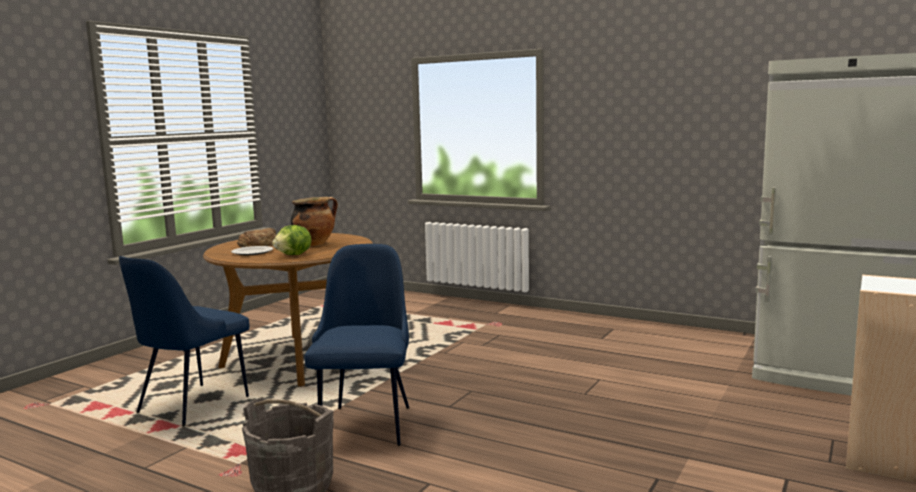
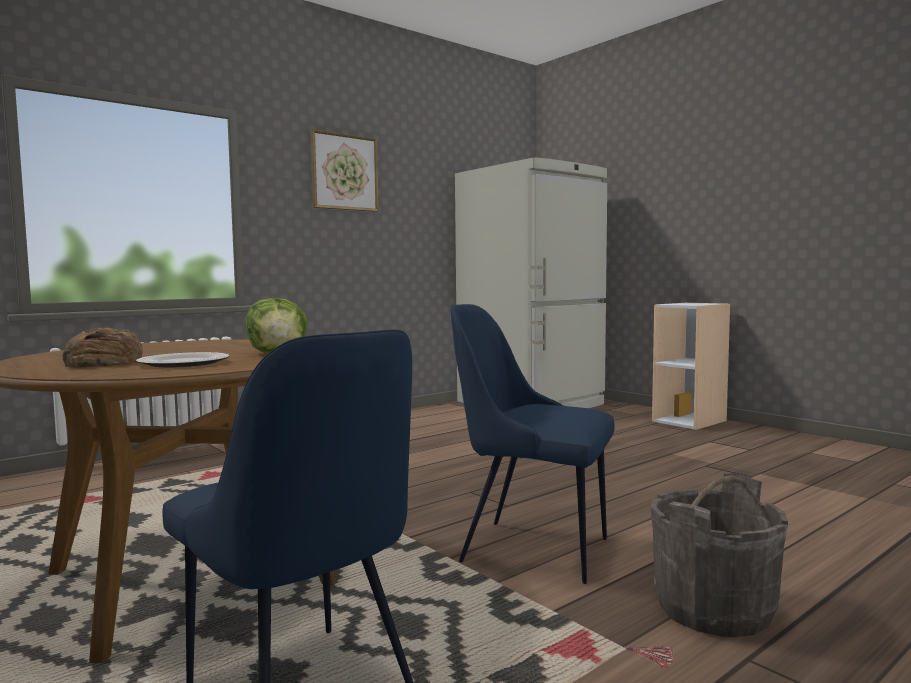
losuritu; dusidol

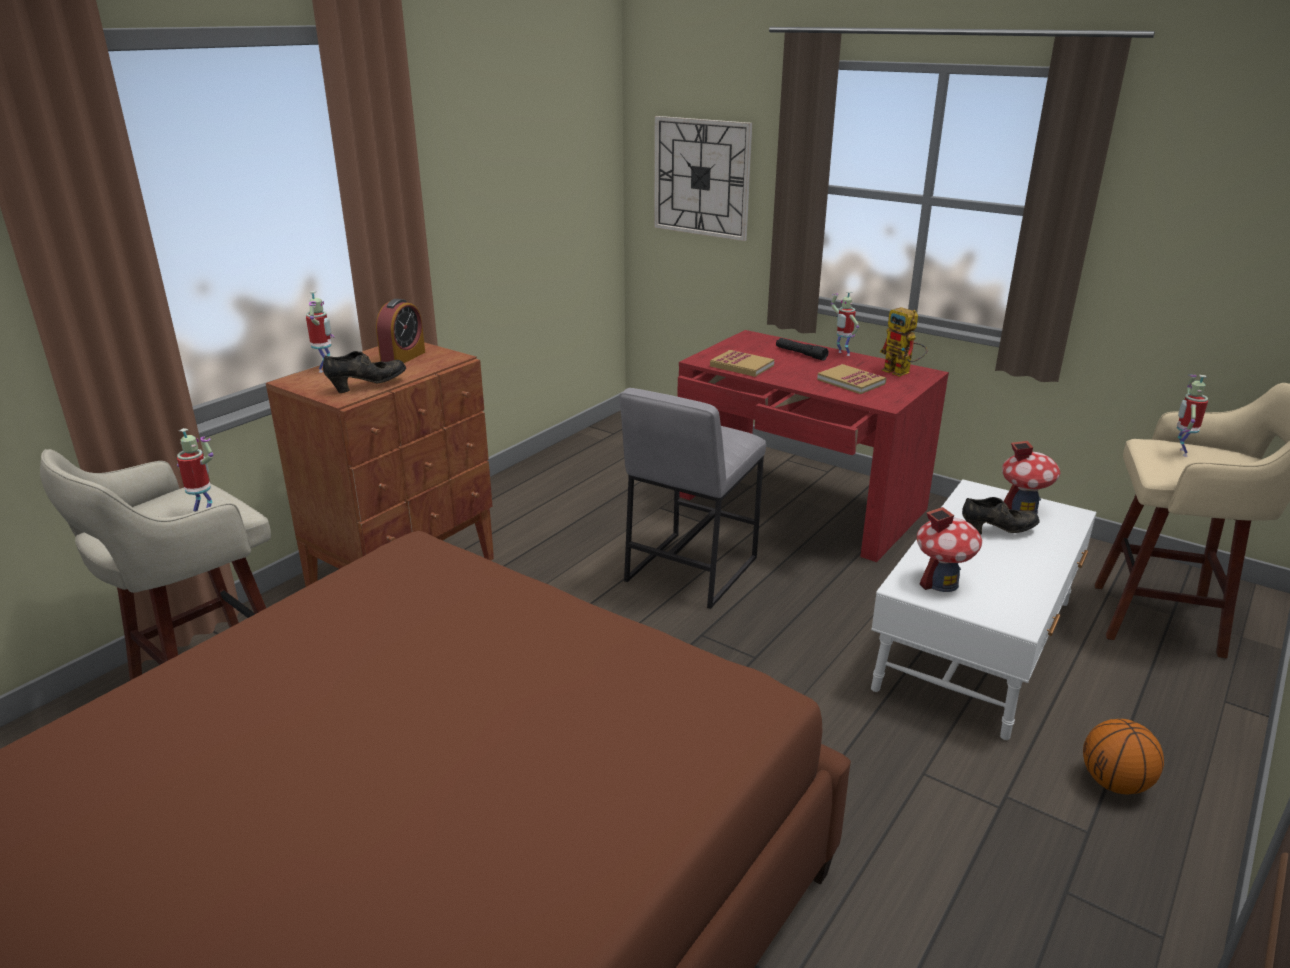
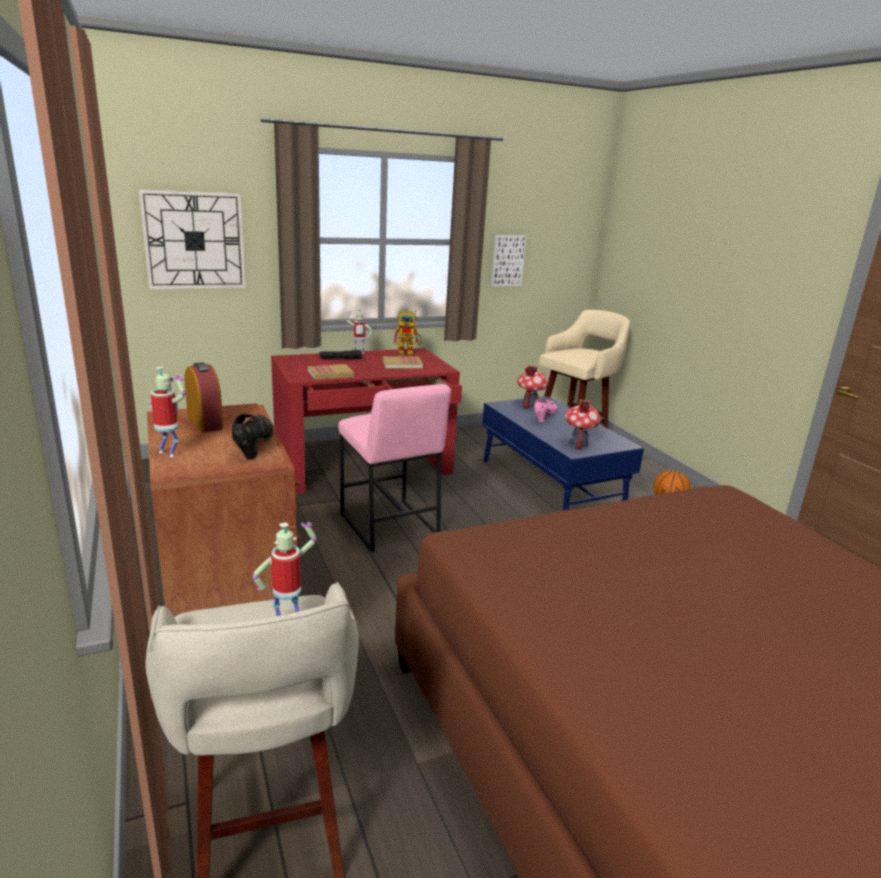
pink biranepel; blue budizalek; losuritu; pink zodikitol; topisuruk (5th from left in the first image)

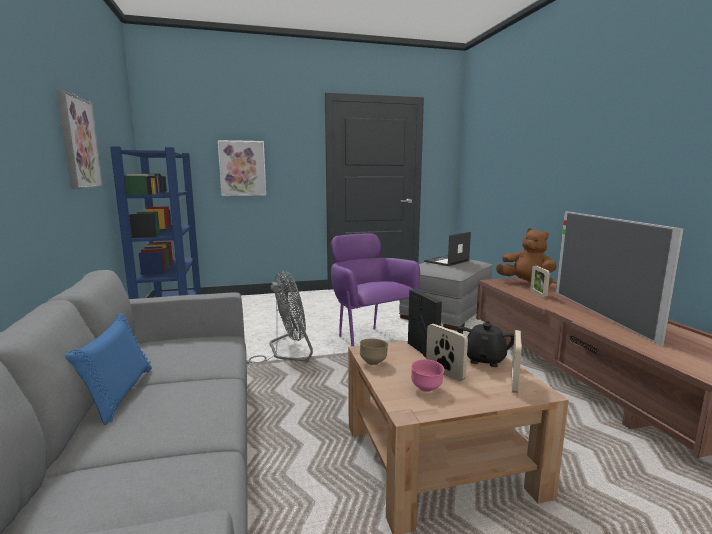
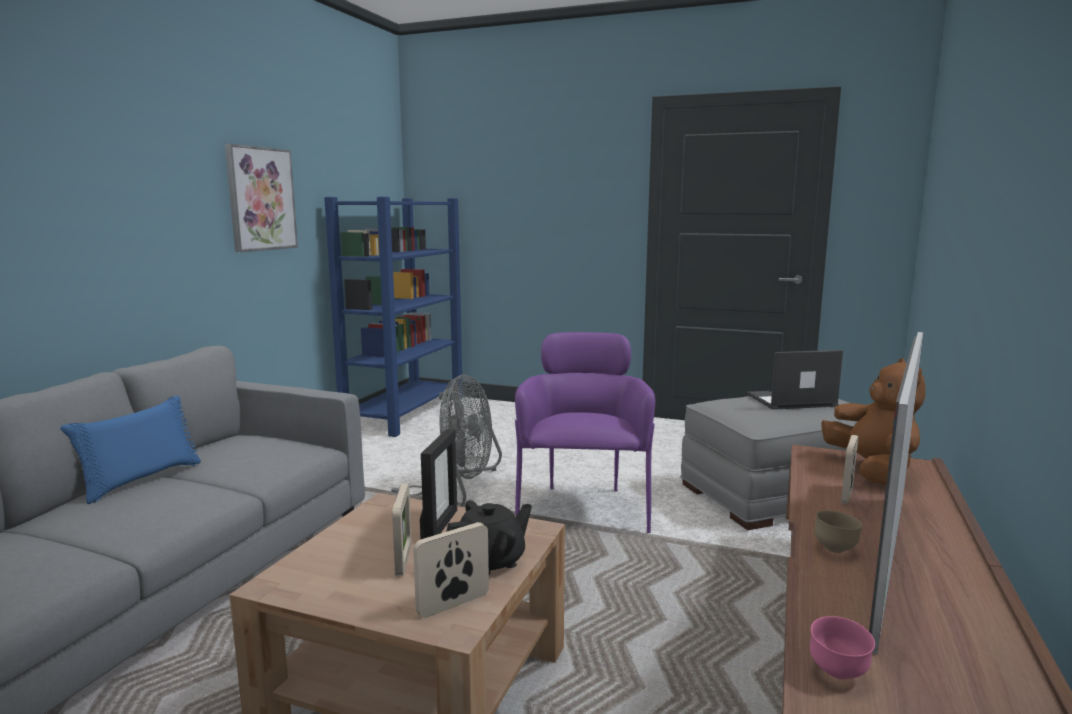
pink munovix; brown munovix; losuritu (2nd from left in the first image)

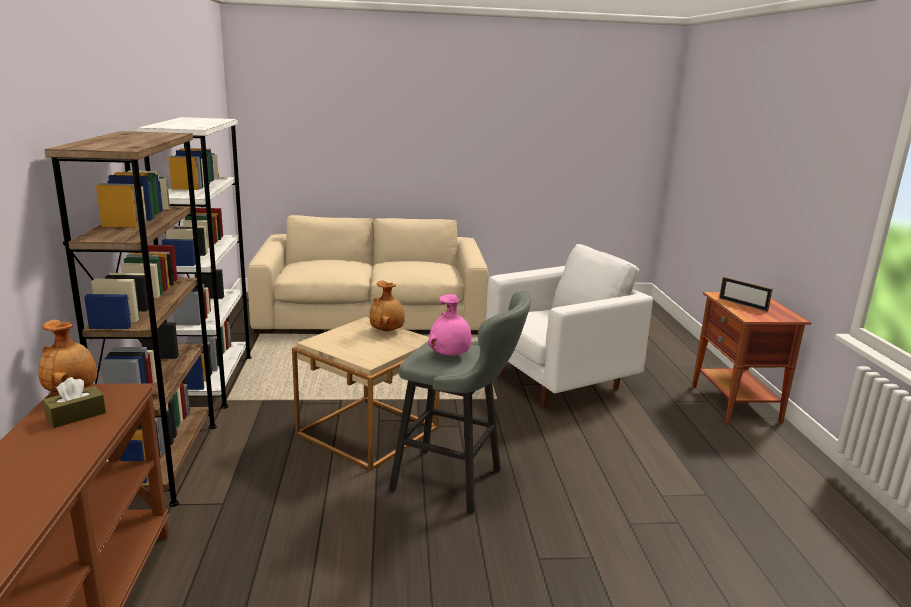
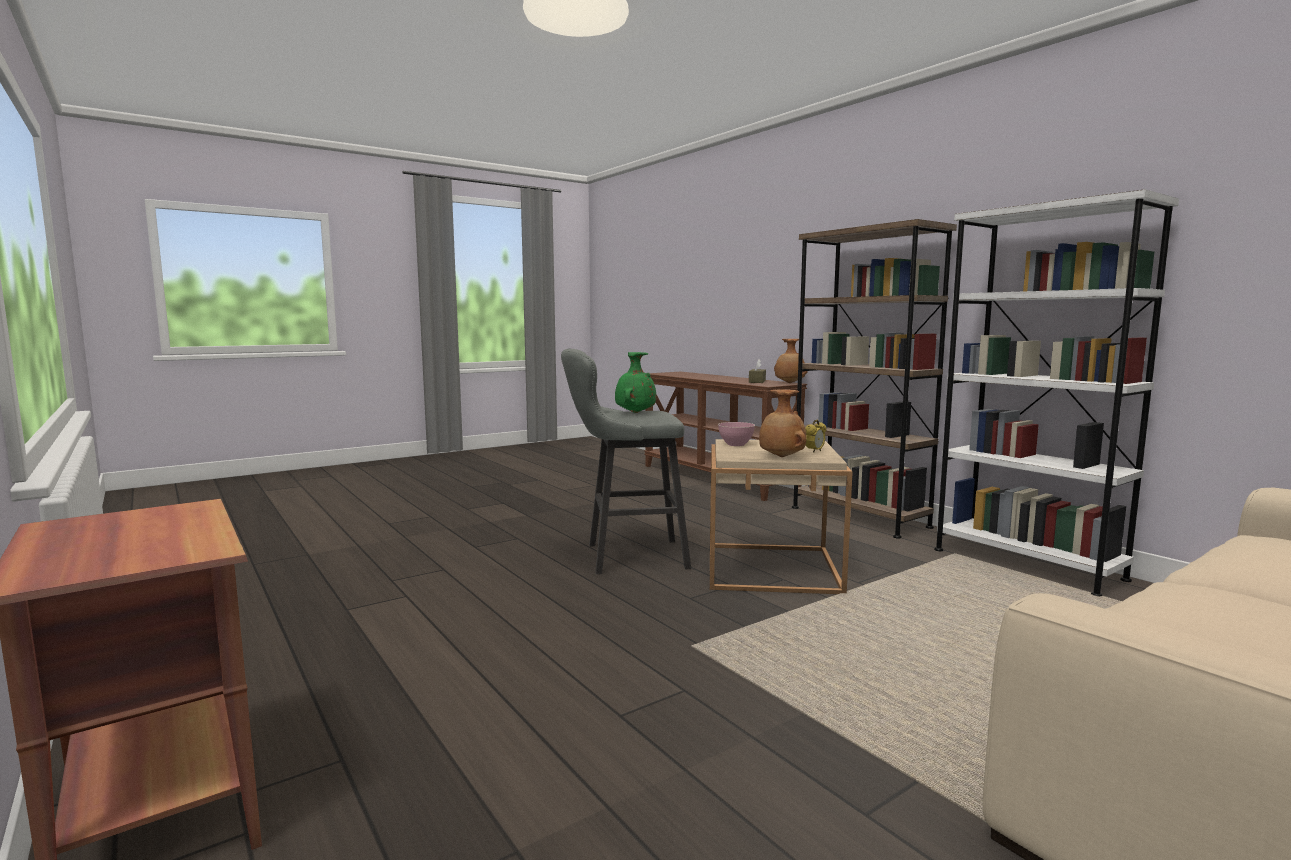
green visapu; pink munovix; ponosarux; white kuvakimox; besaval

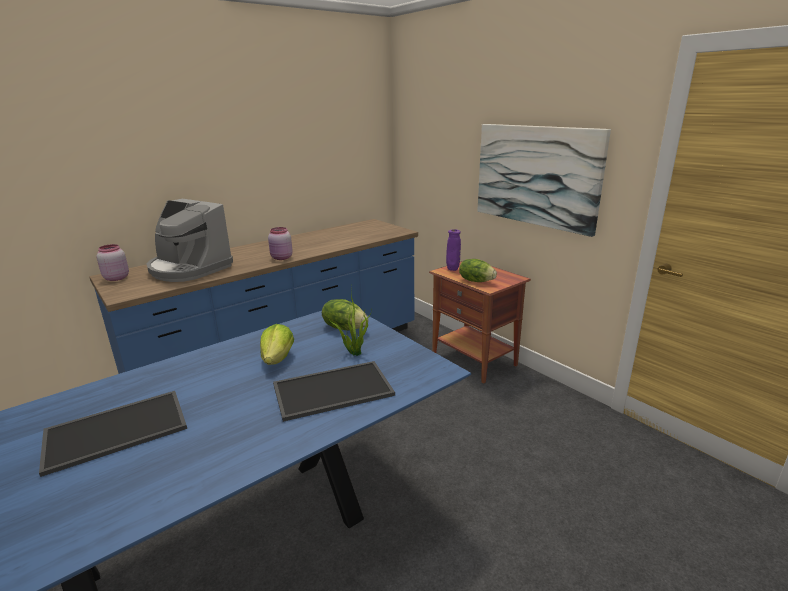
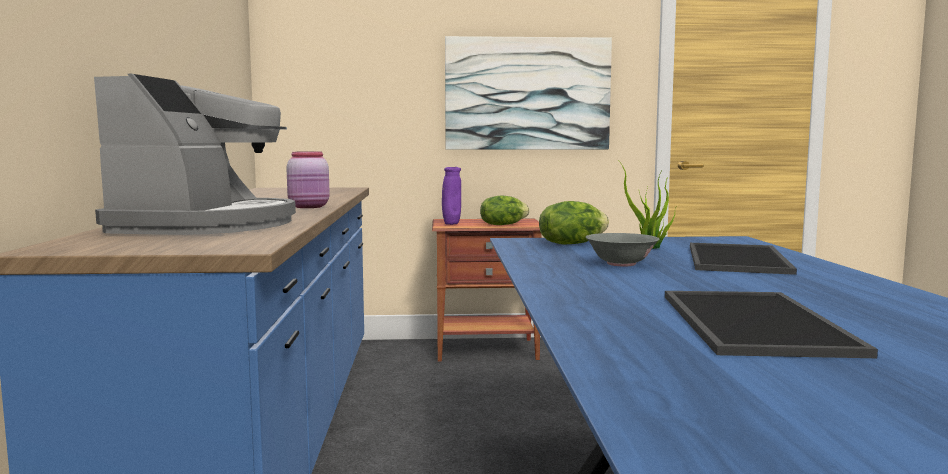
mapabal; grey munovix; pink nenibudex (1st from left in the first image)

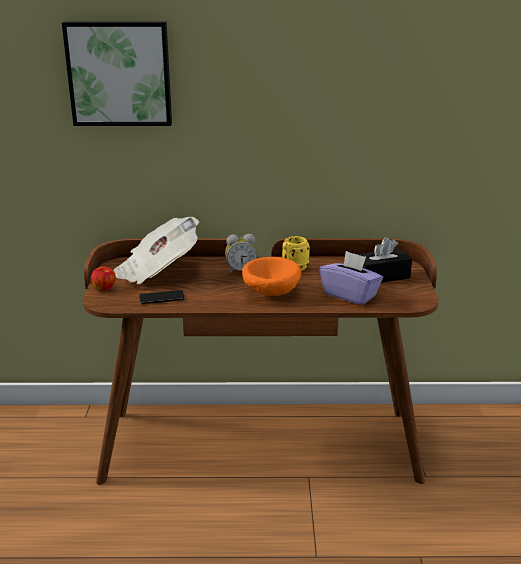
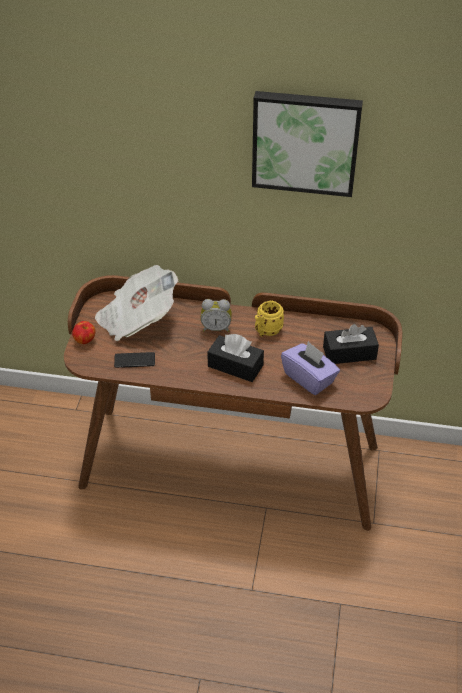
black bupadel (1st from left); losuritu

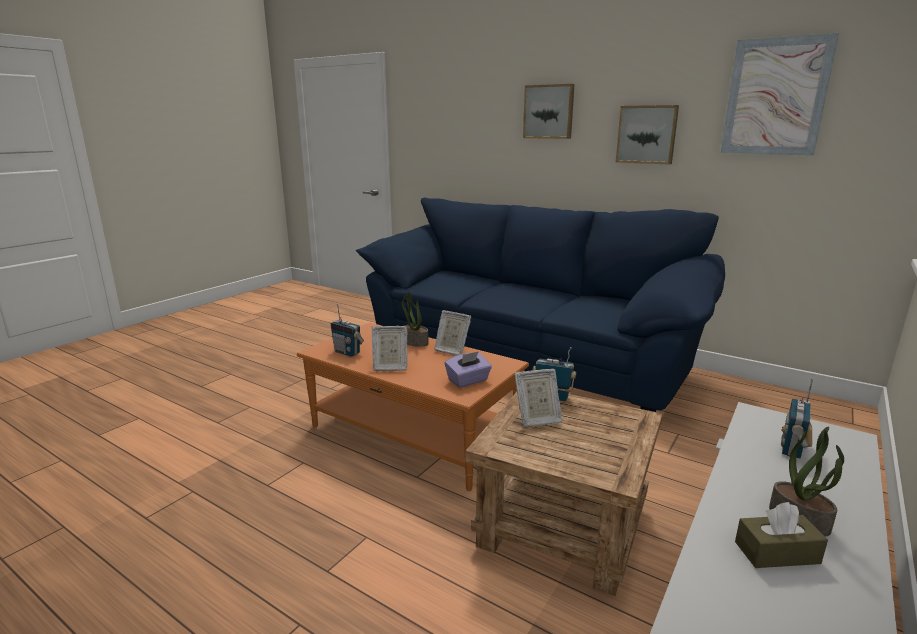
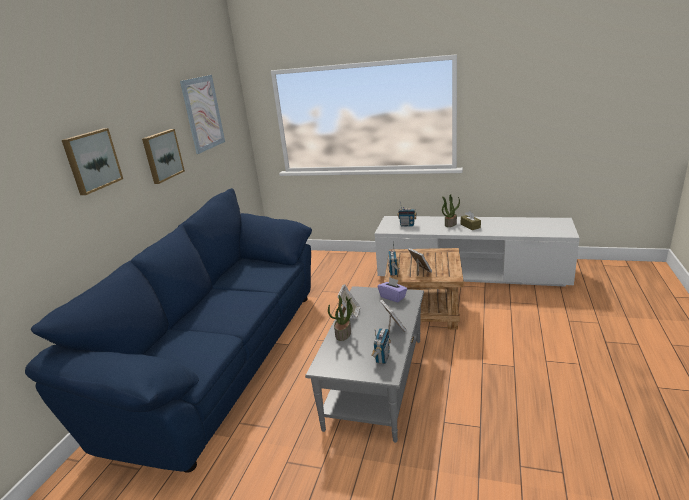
grey budizalek

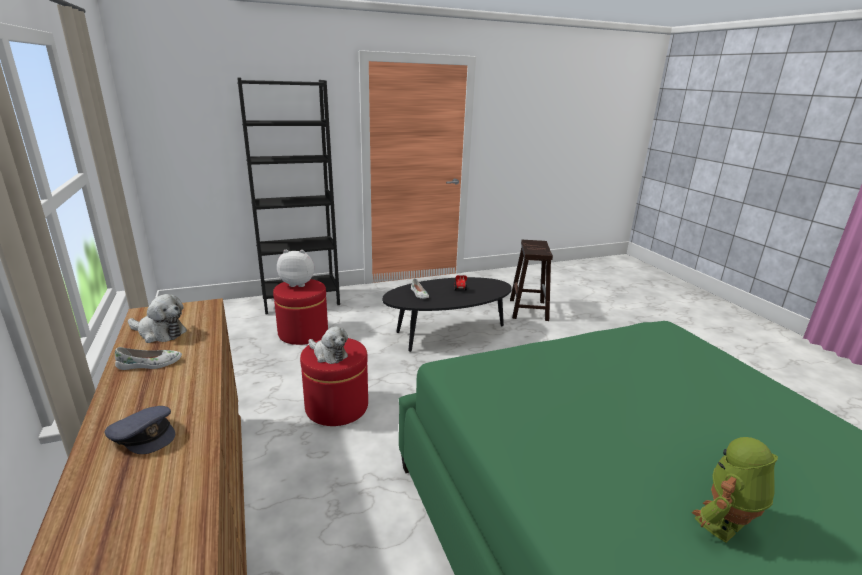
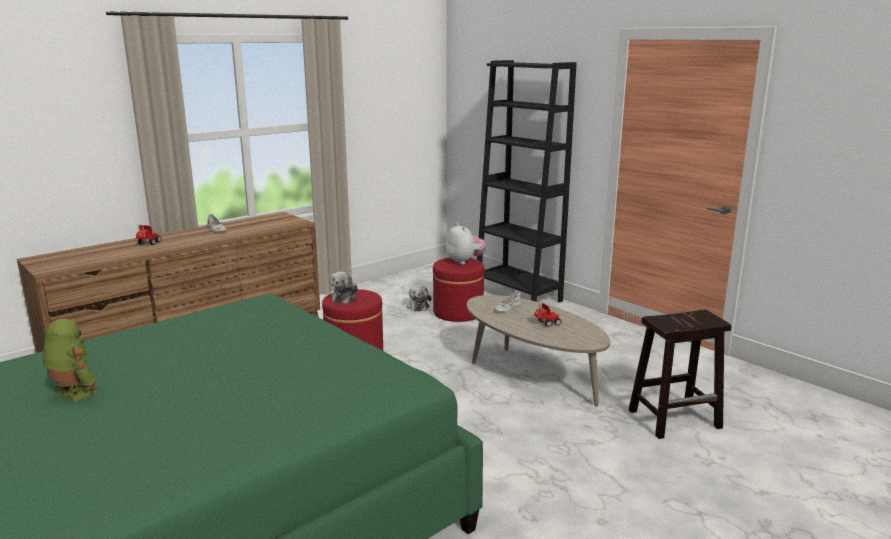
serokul (1st from left); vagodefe (2nd from left); beige budizalek

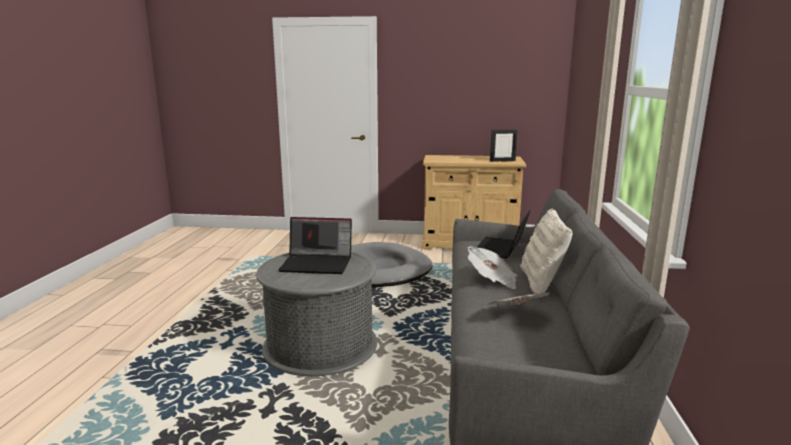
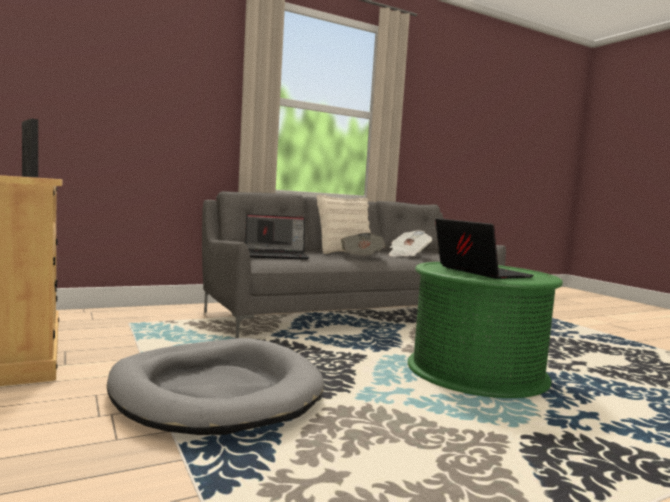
green budizalek

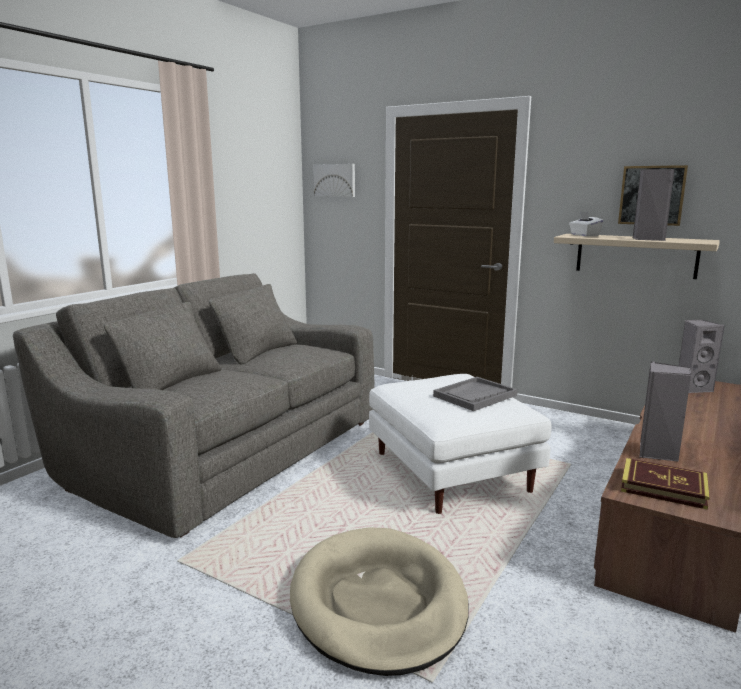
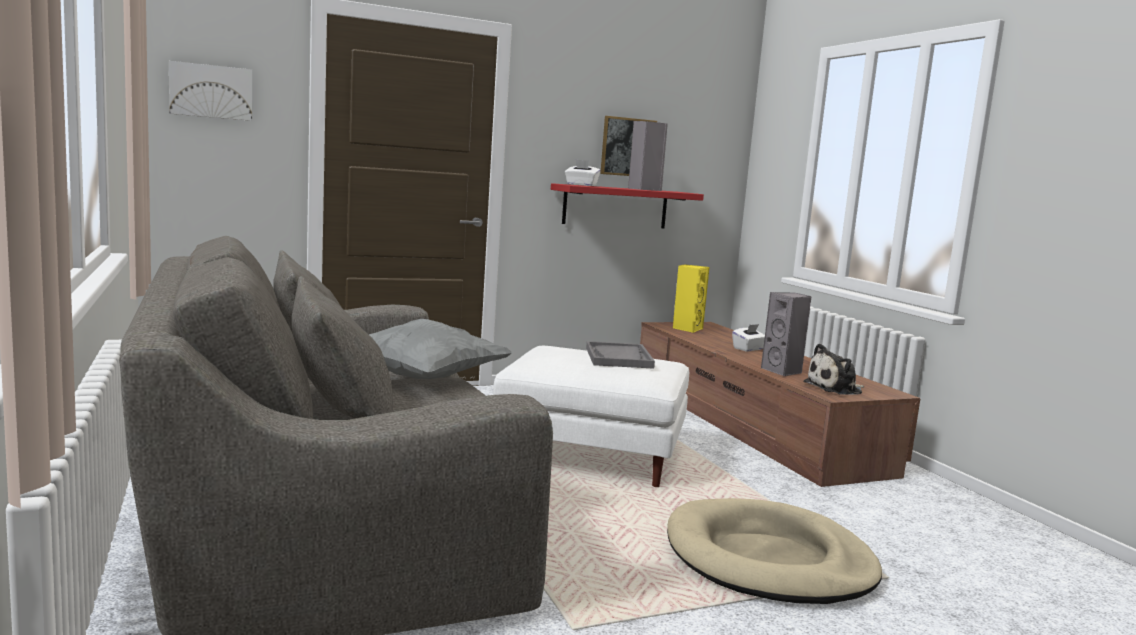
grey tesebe; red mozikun; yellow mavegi; white bupadel (2nd from left); vagodefe

